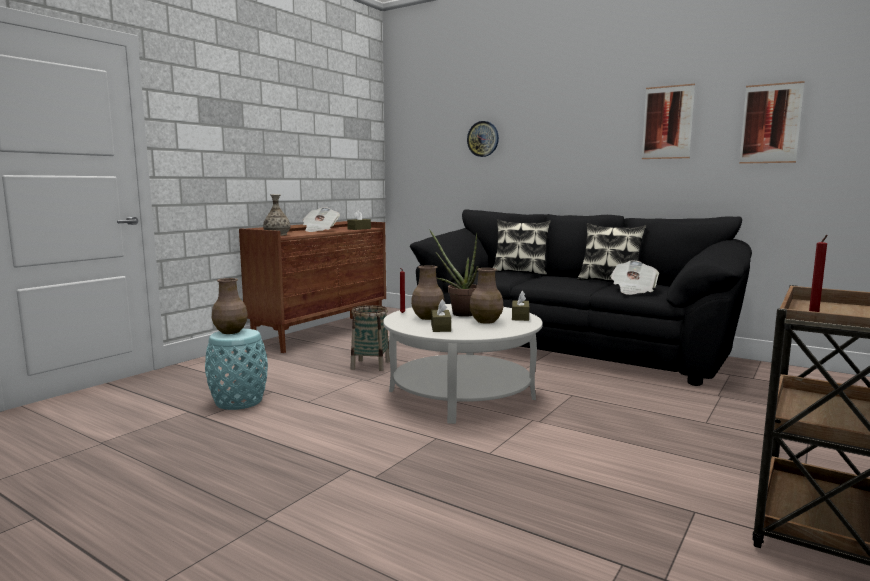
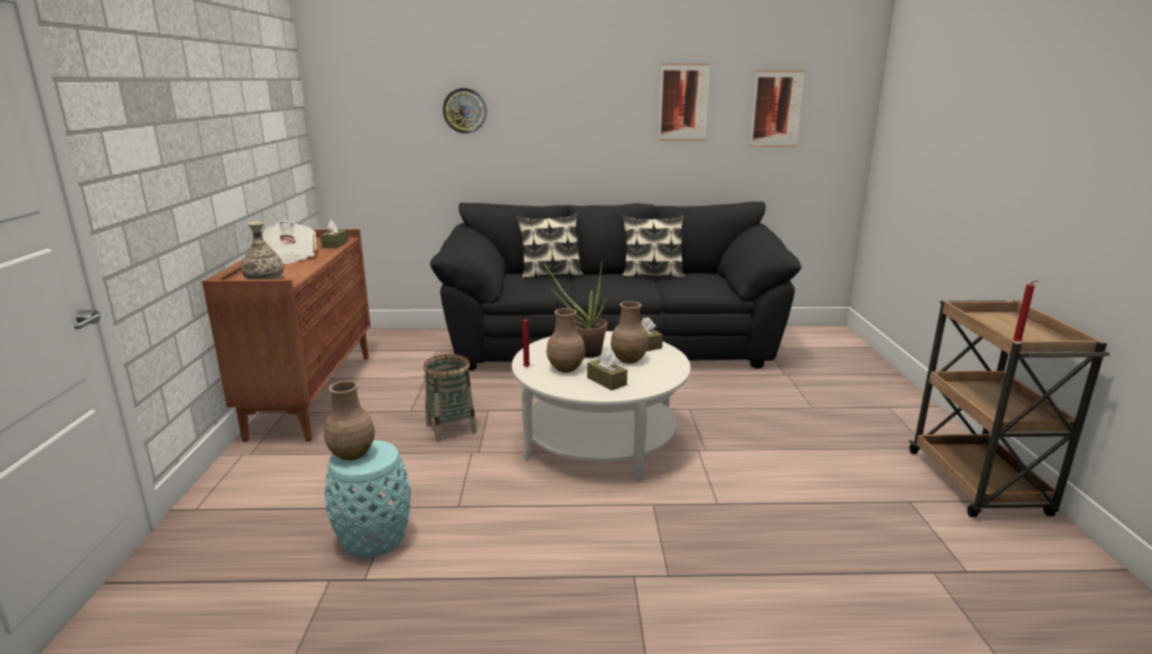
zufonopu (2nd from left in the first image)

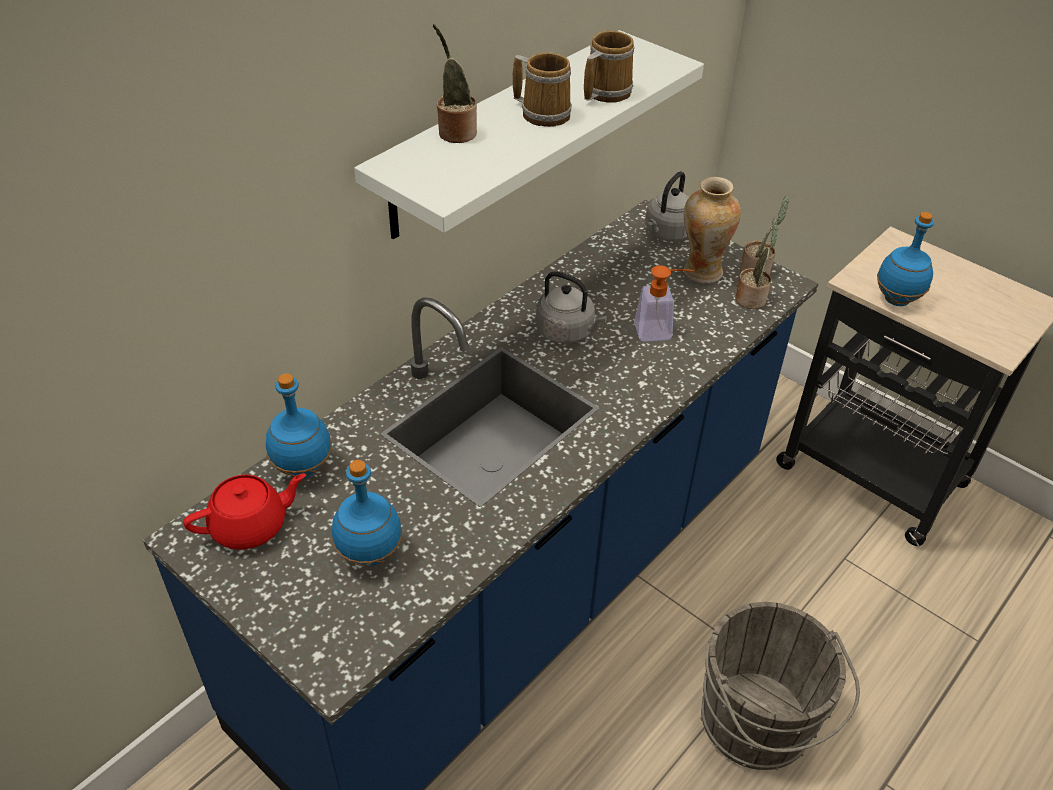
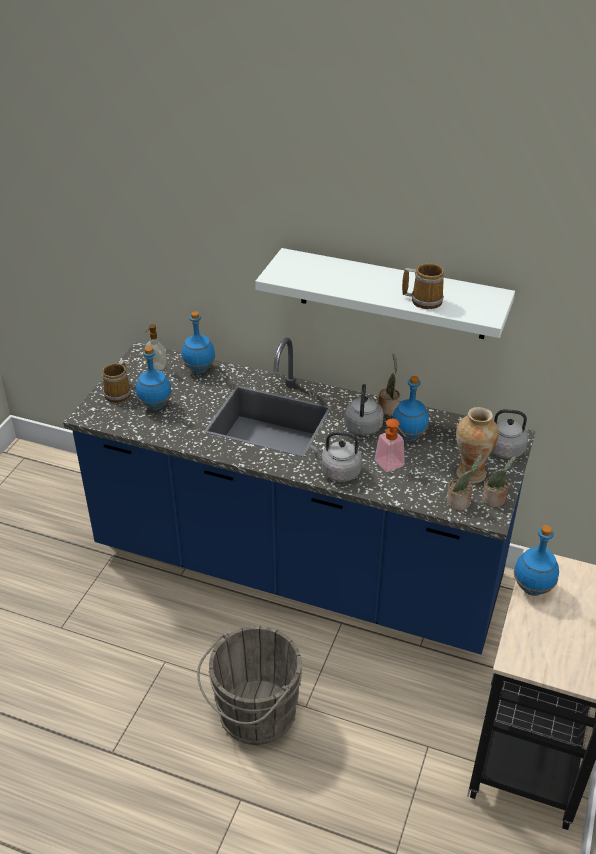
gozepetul (1st from left); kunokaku (1st from left); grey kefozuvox (1st from left); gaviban (1st from left); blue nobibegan (3rd from left)

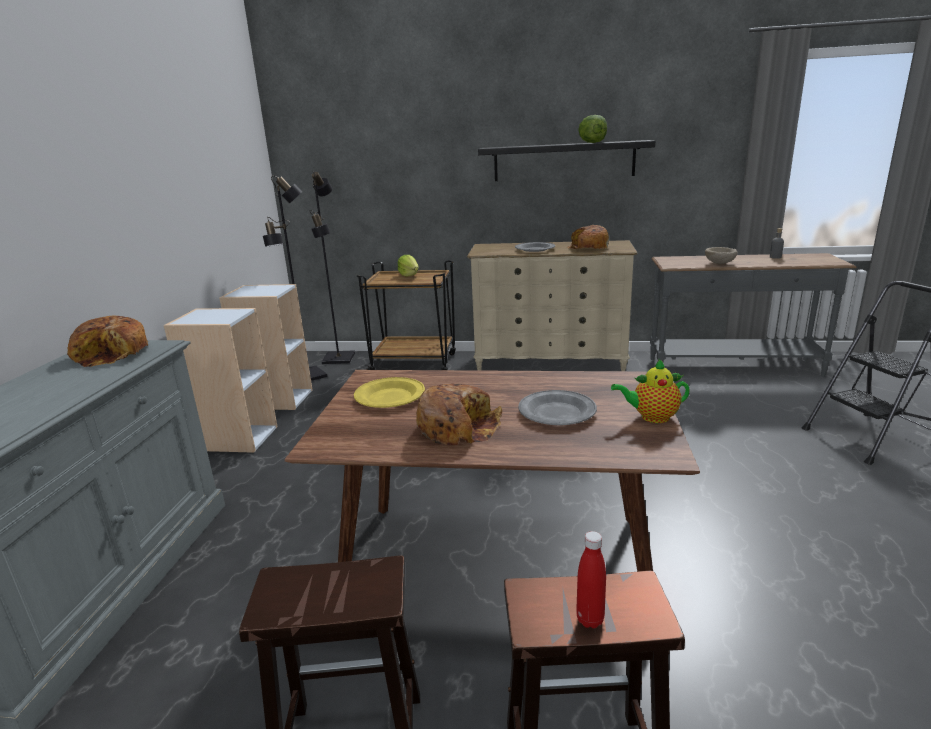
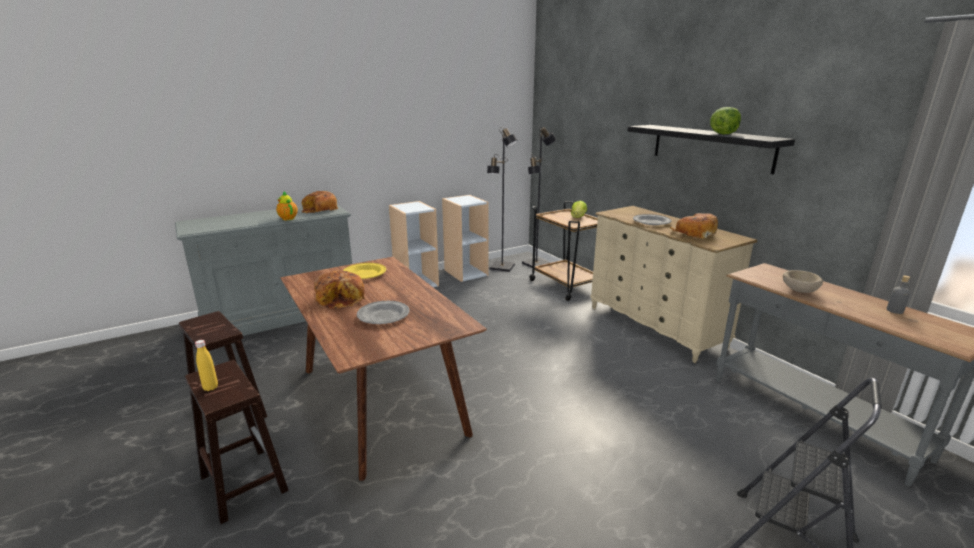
yellow nobibegan; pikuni

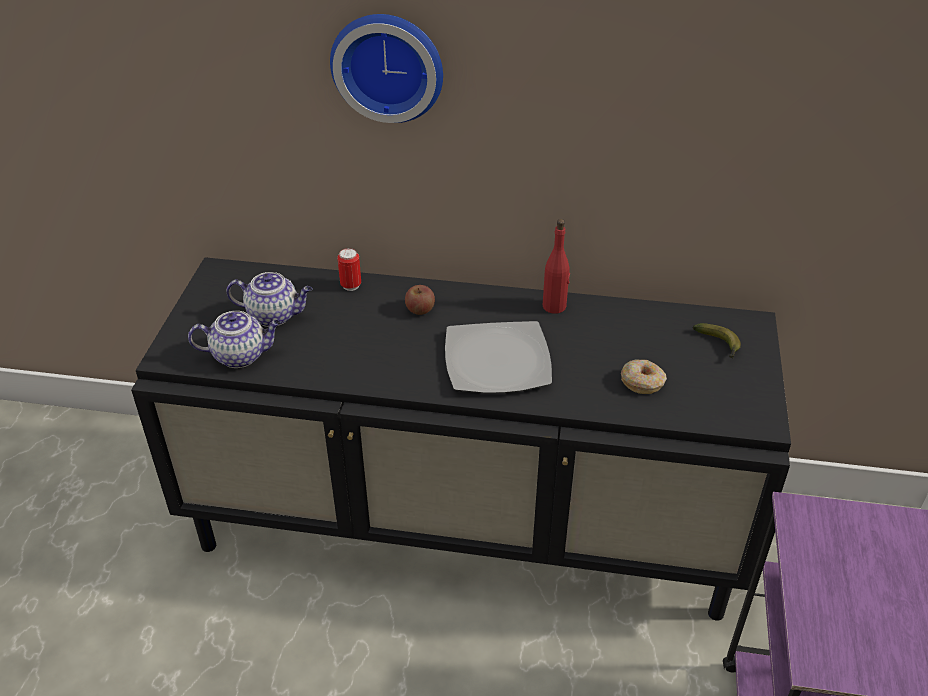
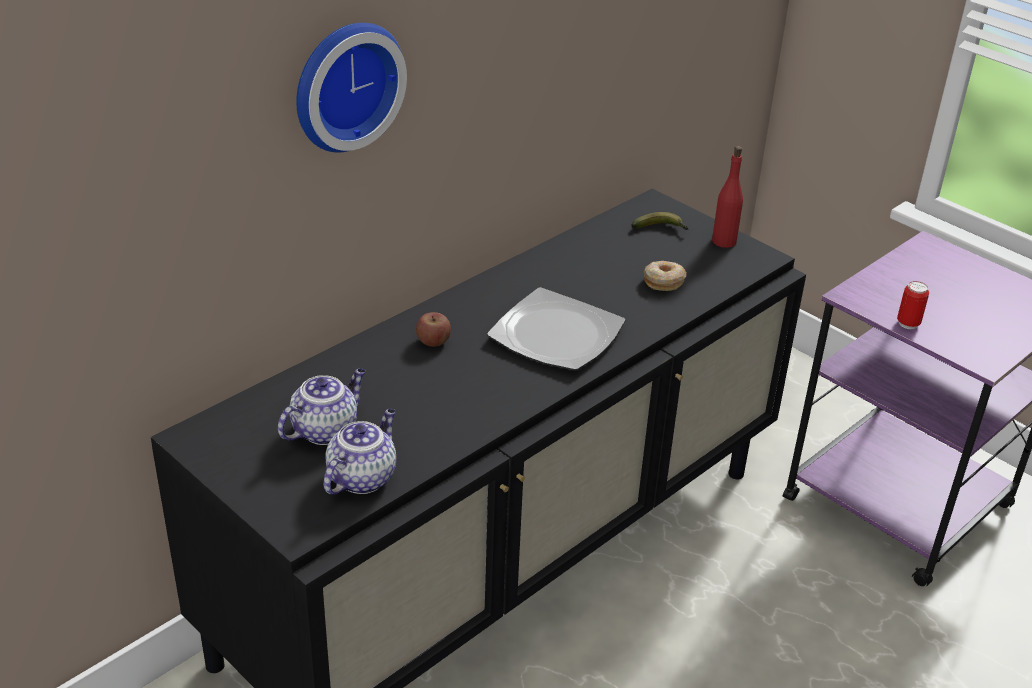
red nobibegan; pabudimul

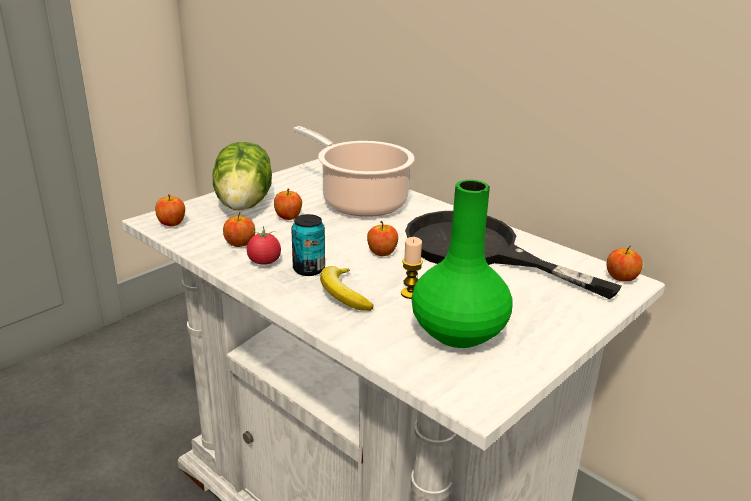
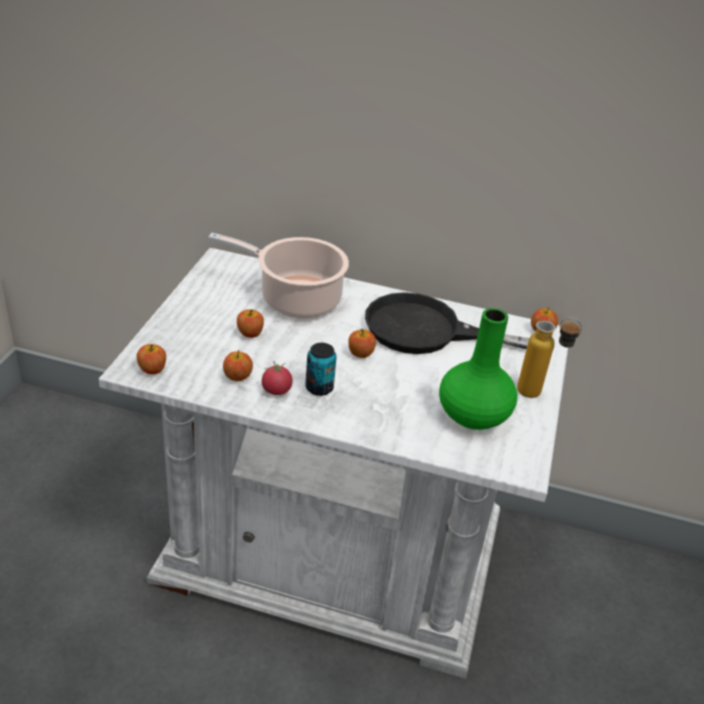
nobibegan; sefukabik; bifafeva; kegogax

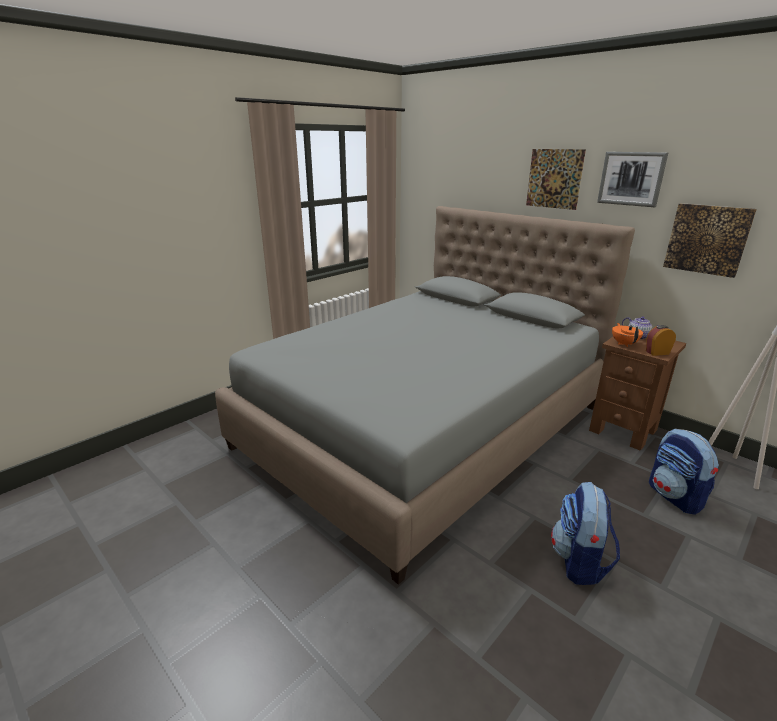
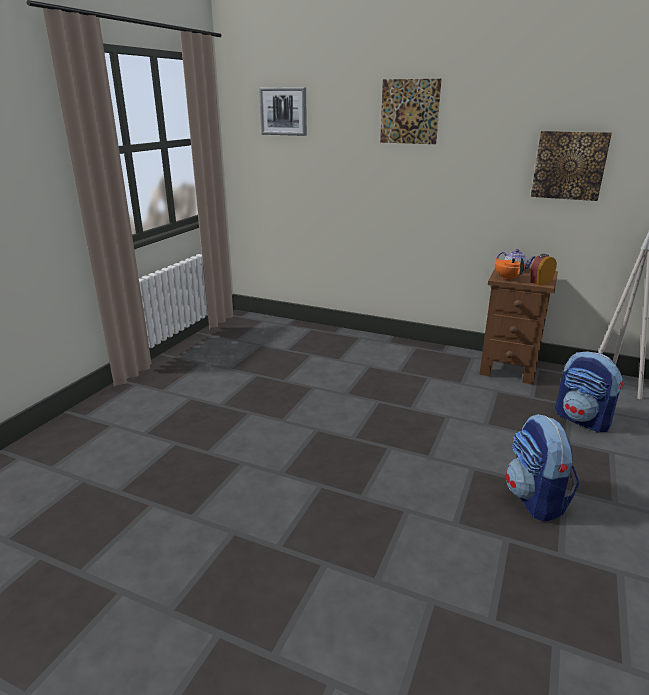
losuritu (1st from left); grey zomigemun

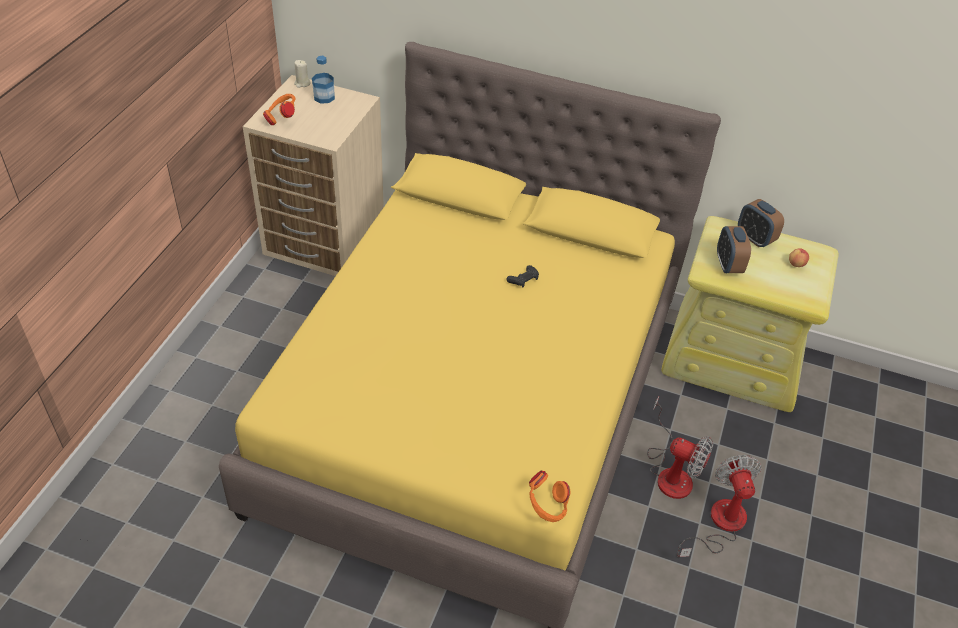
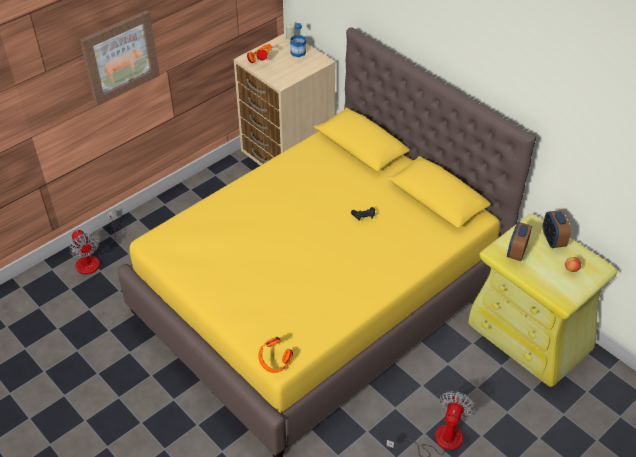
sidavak (1st from left); losuritu

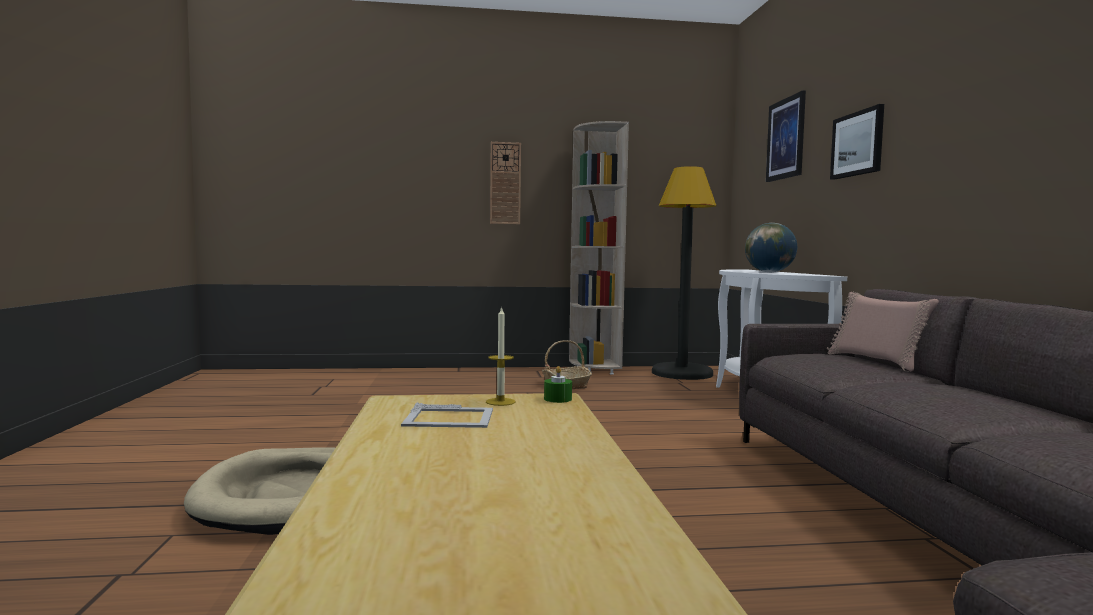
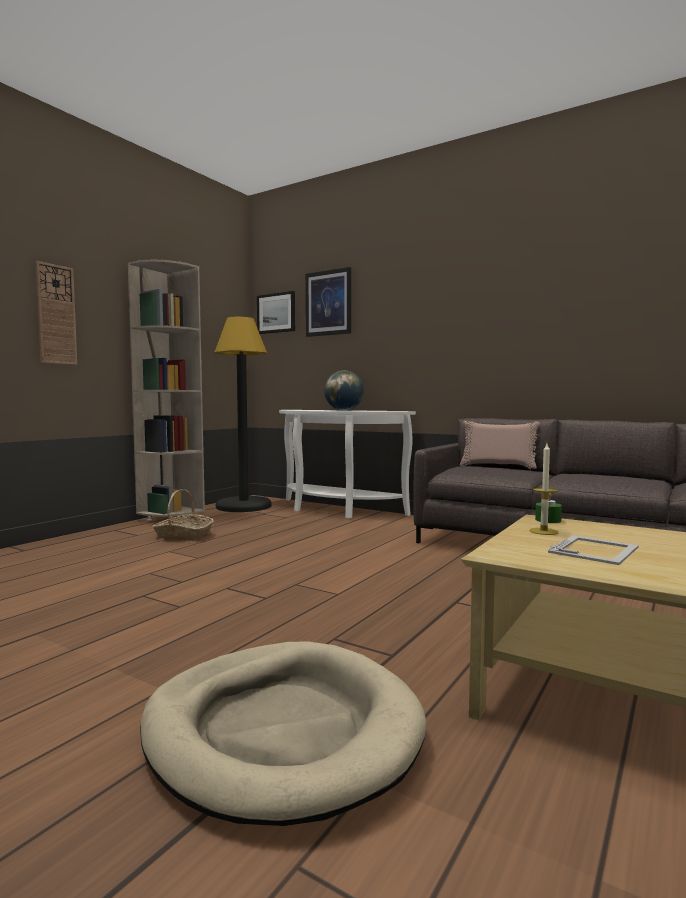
losuritu (1st from left)

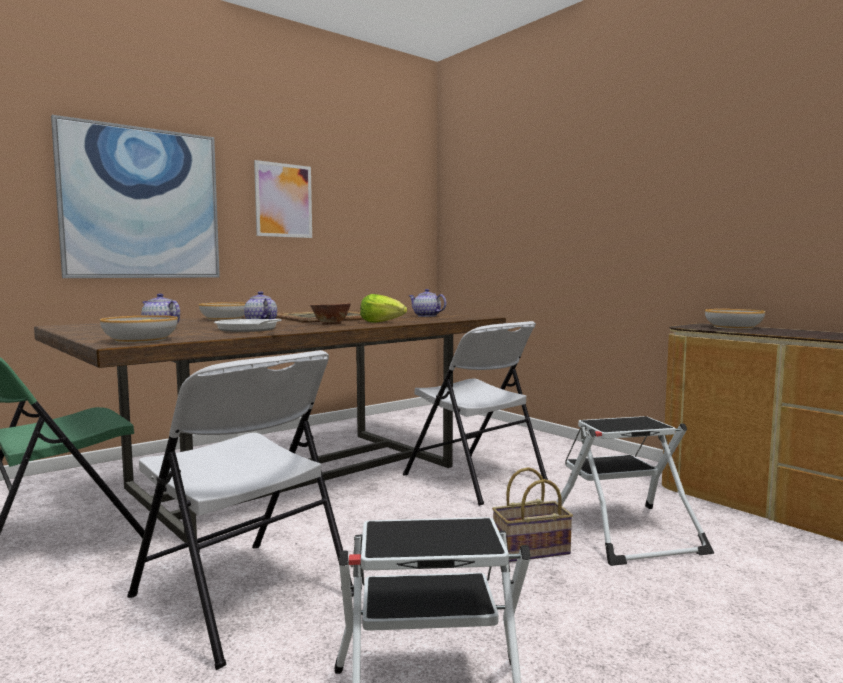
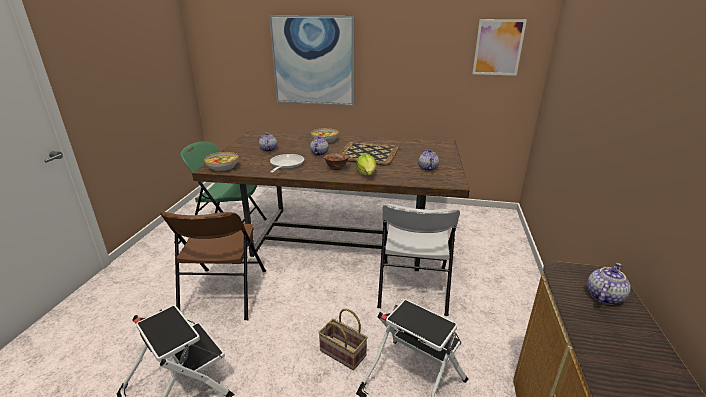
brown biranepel; losuritu (2nd from left); pikuni (4th from left)

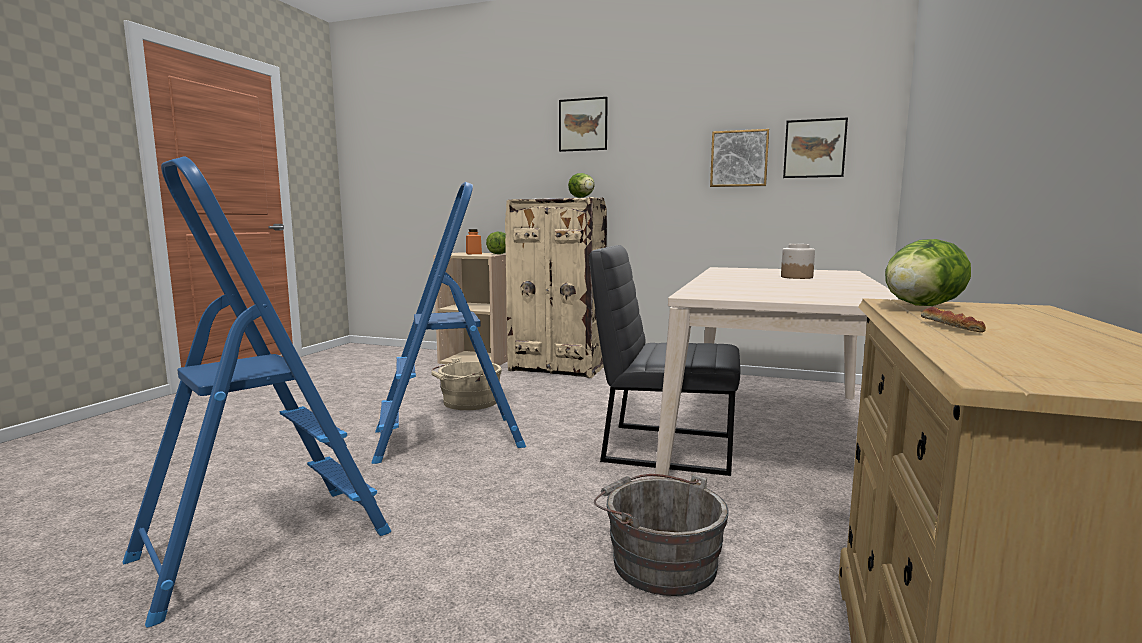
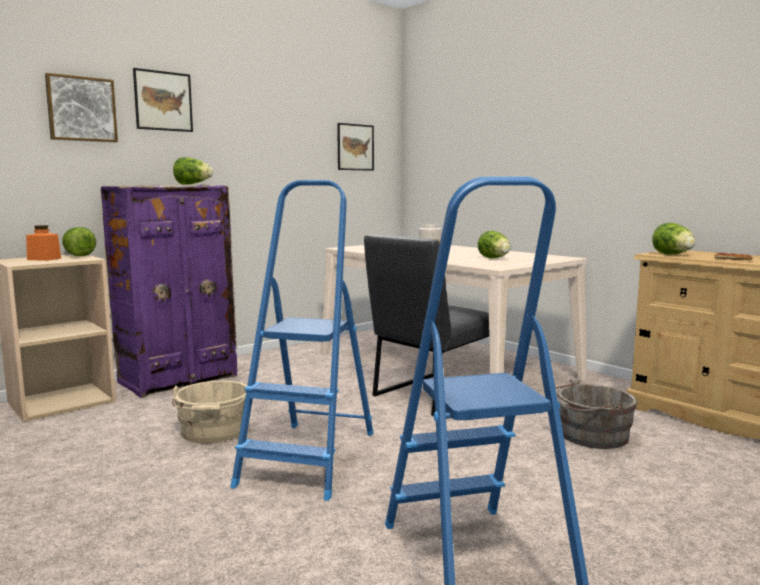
losuritu (1st from left); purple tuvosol; sefukabik (3rd from left)

